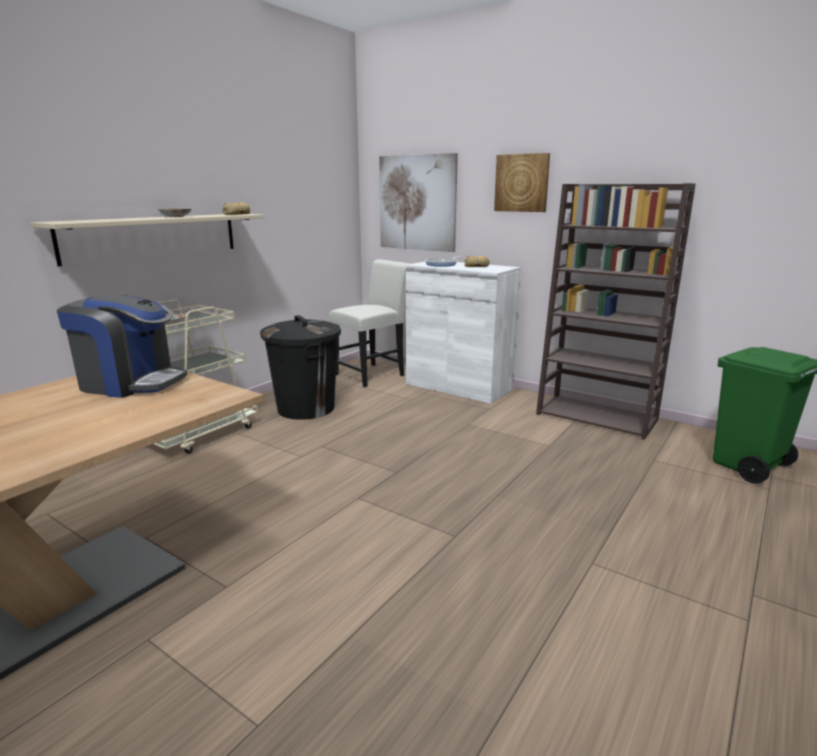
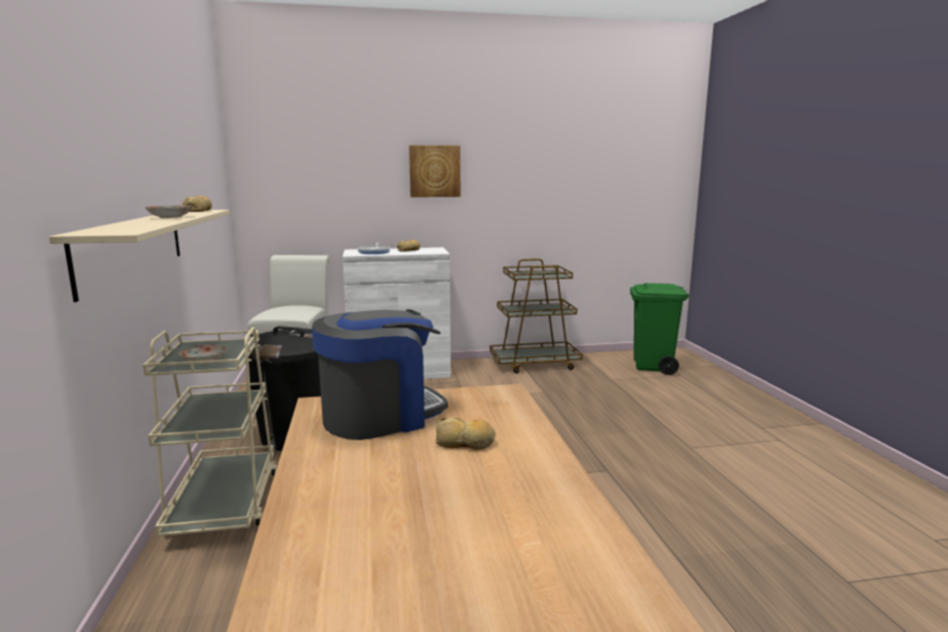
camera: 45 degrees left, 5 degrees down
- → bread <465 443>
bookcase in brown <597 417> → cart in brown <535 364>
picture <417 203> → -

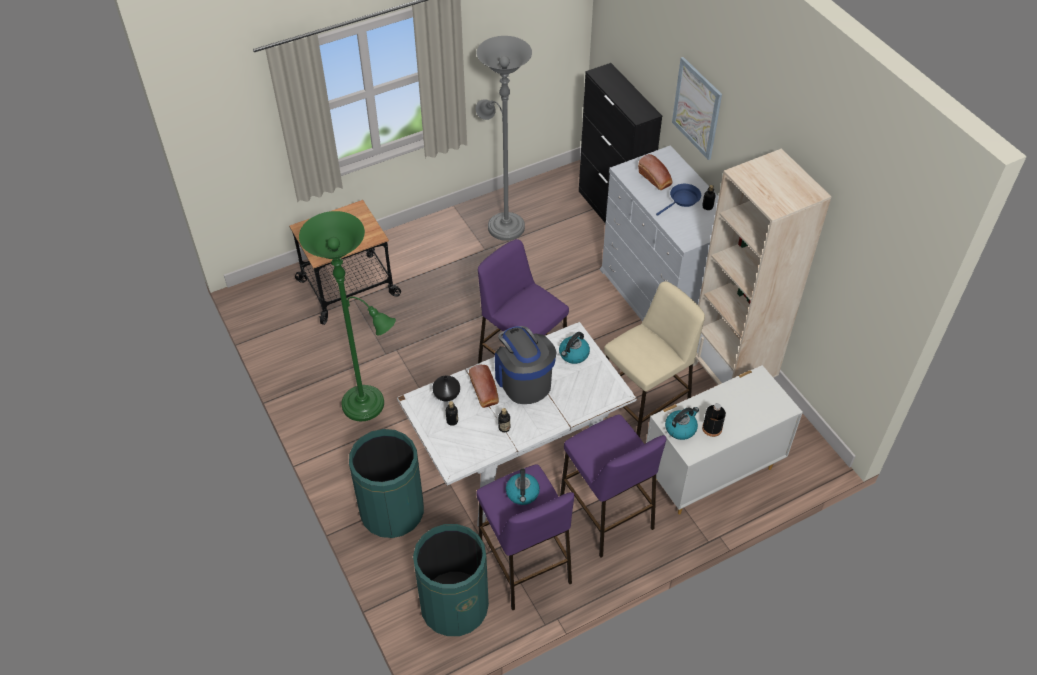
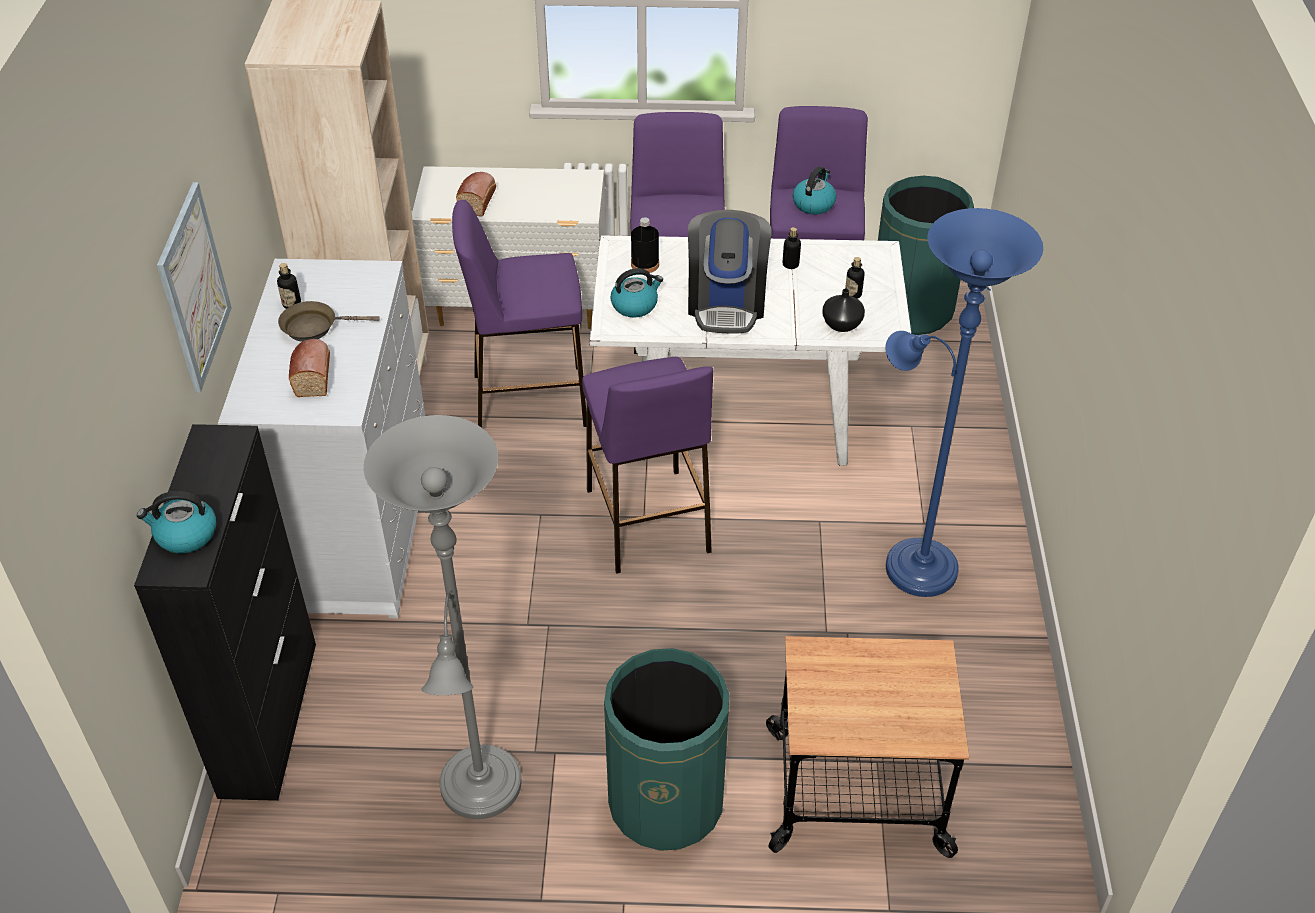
camera: 150 degrees left, 5 degrees down
kettle <681 428> → kettle <185 535>, moved
frying pan in blue <682 200> → frying pan in brown <314 327>
stool in beige <644 408> → stool in purple <528 400>
bread <484 392> → bread <478 200>, moved
trash can in green <392 512> → trash can in green <666 802>, moved
bottle in black <712 428> → bottle in black <645 264>, moved
floor lamp in green <368 406> → floor lamp in blue <914 563>

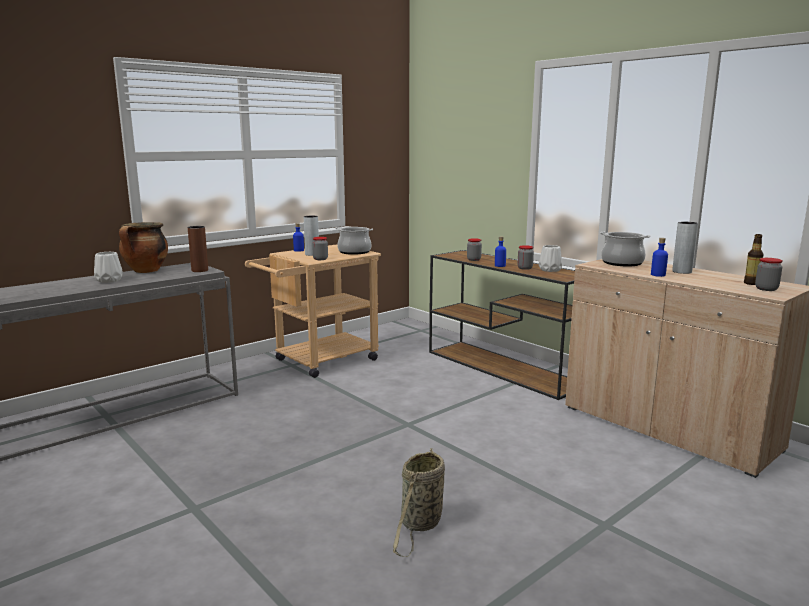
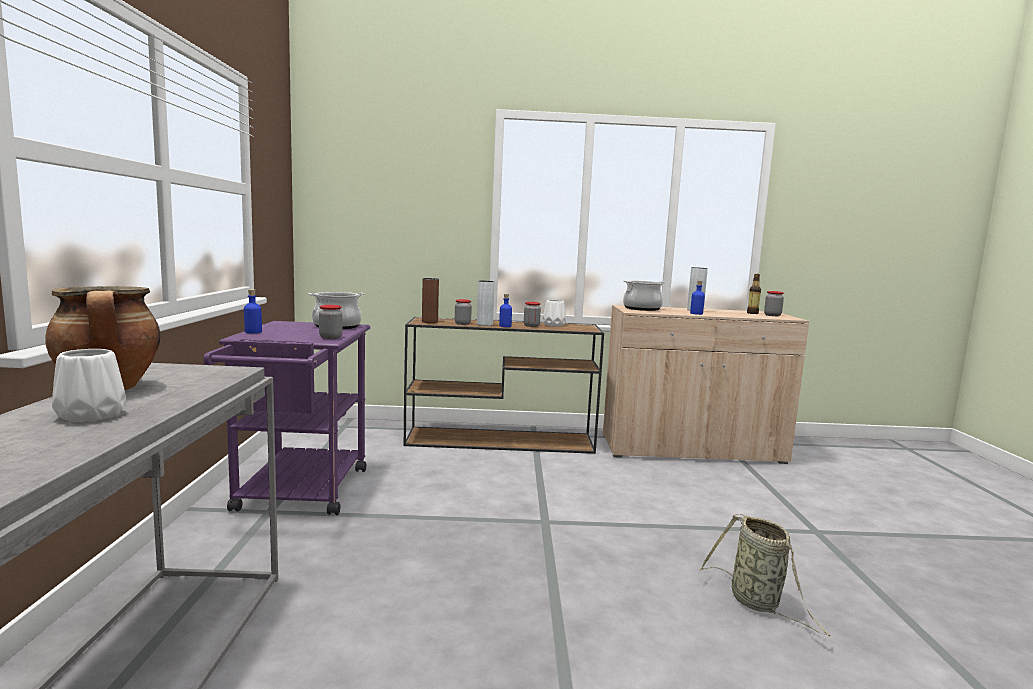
camera: 50 degrees left, 5 degrees down
cart in beige <319 361> → cart in purple <299 495>
vase in brown <200 270> → vase in brown <429 322>, moved
vase in grey <312 254> → vase in grey <484 324>, moved

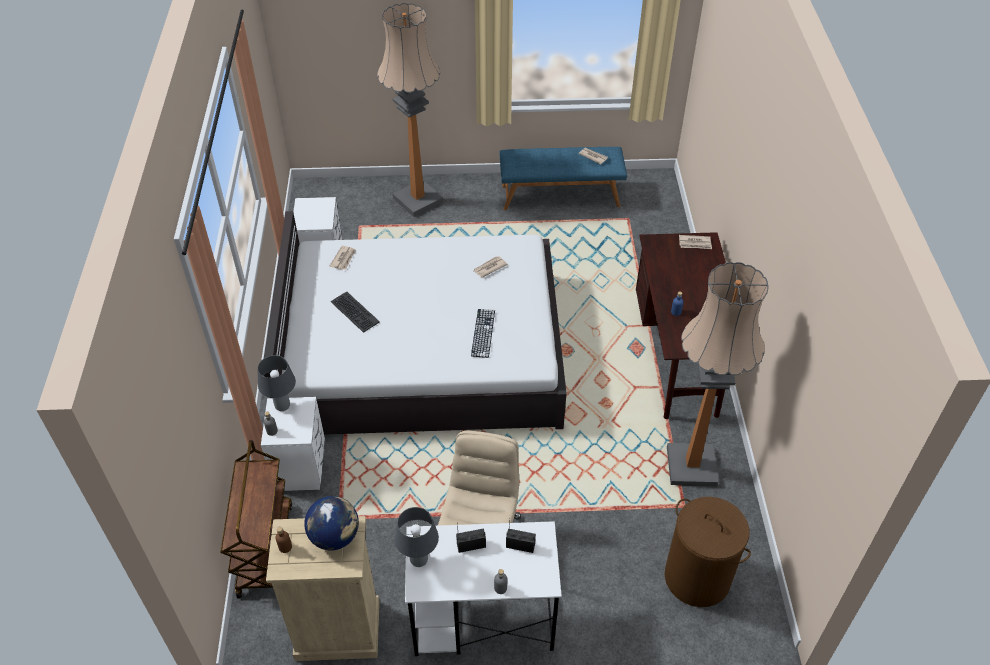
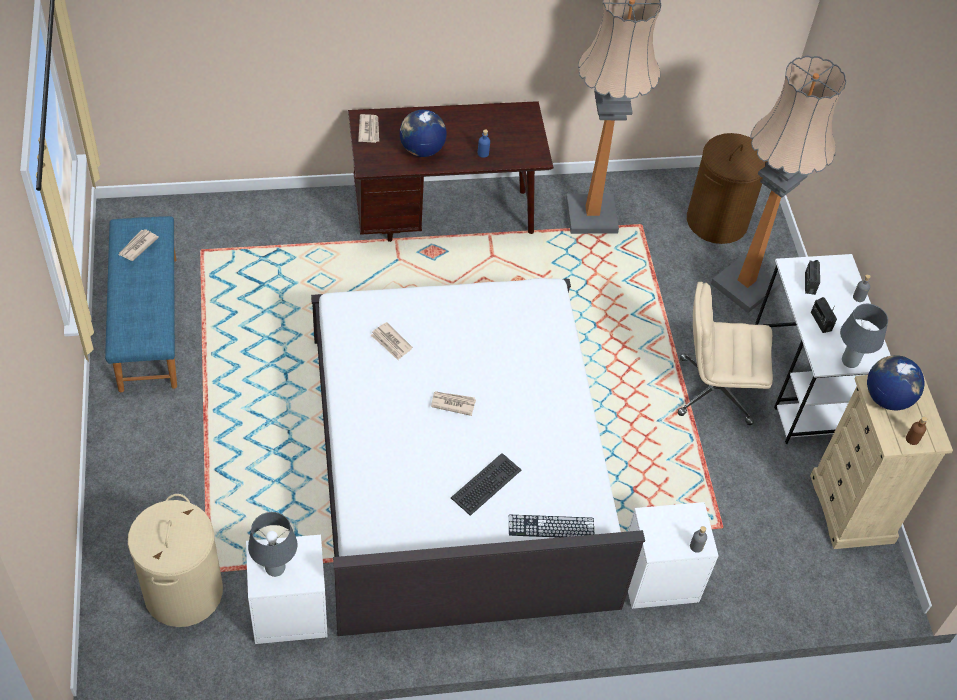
camera: 100 degrees left, 5 degrees up
- → laundry basket in beige <183 592>
table lamp in grey <283 406> → table lamp in grey <275 568>, moved
- → globe <421 150>
newspaper <343 259> → newspaper <453 403>, moved
keyboard <483 333> → keyboard <551 527>, moved
floor lamp <418 200> → floor lamp <744 286>, moved
cart in brown <265 549> → -

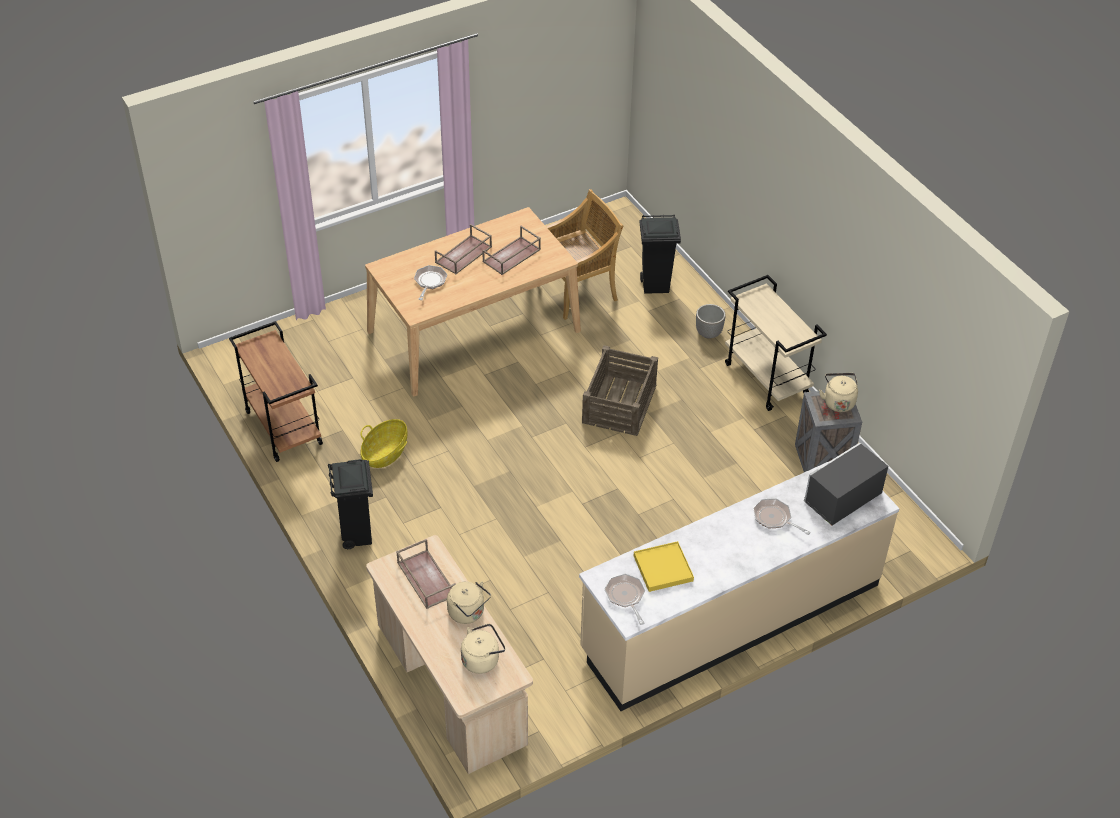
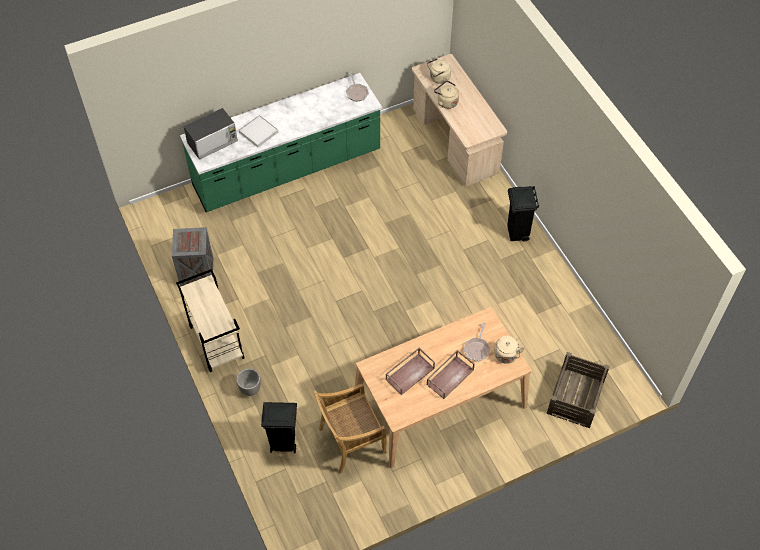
camera: 175 degrees left, 10 degrees up
counter in beige <730 617> → counter in green <287 170>
frying pan <774 518> → tray in white <258 132>
kettle in beige <838 401> → kettle in beige <506 356>, moved
crate <618 404> → crate <576 396>, moved
cart in brown <282 427> → -
basket <385 453> → -
tray in brown <425 579> → -
tray in yellow <663 568> → -

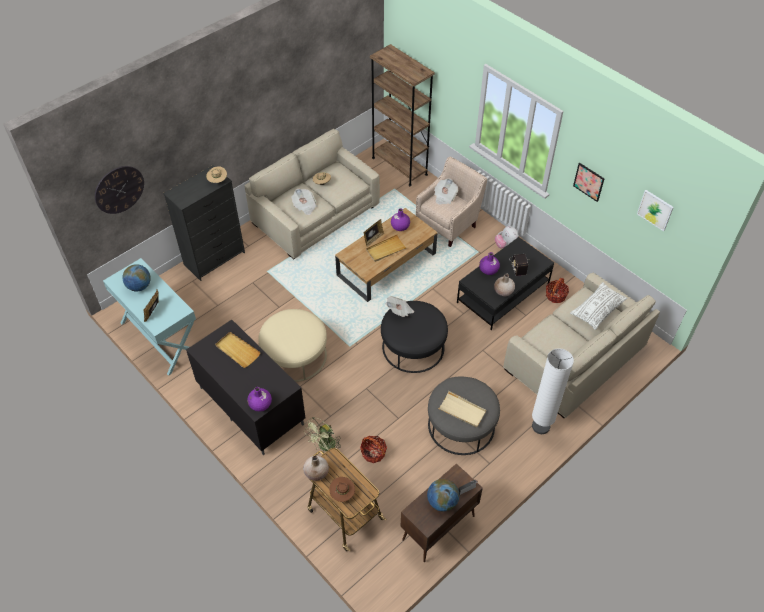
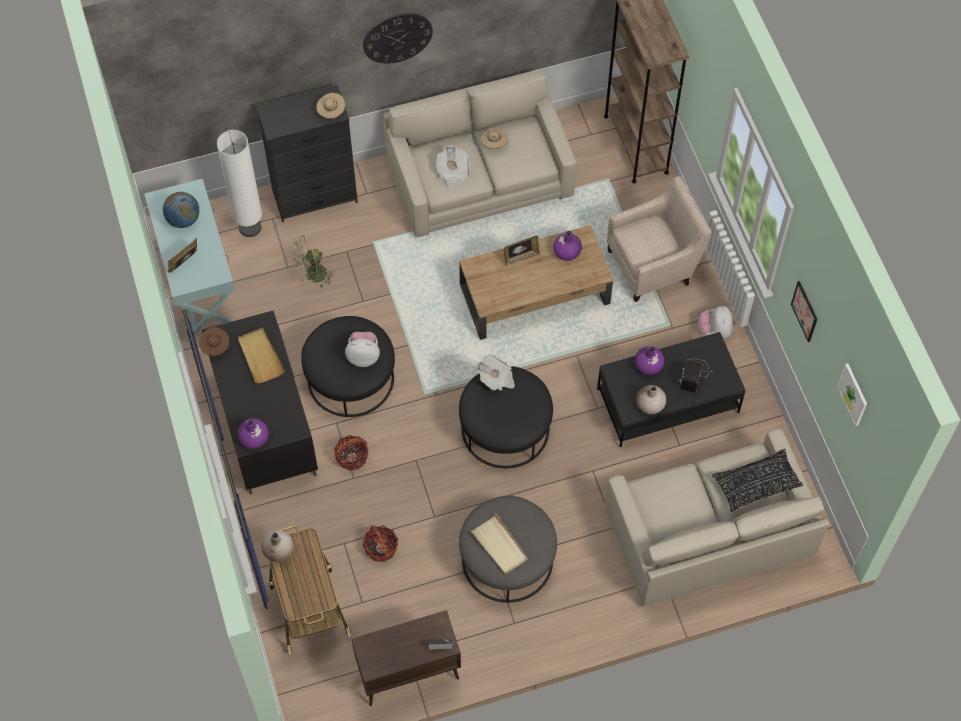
camera: 25 degrees right, 10 degrees up
hat in brown <342 493> → hat in brown <215 347>, moved
floor lamp in white <540 426> → floor lamp in white <250 227>, moved
fan in green <325 447> → fan in green <312 276>, moved
ottoman in beige <295 355> → ottoman in black <350 378>
basket <555 295> → basket <352 457>, moved
- → plush toy <363 356>
wall clock <119 189> → wall clock <397 37>, moved
pillow in white <597 310> → pillow in black <756 484>
tray in beige <386 249> → -
globe <442 502> → -
newspaper <444 197> → -

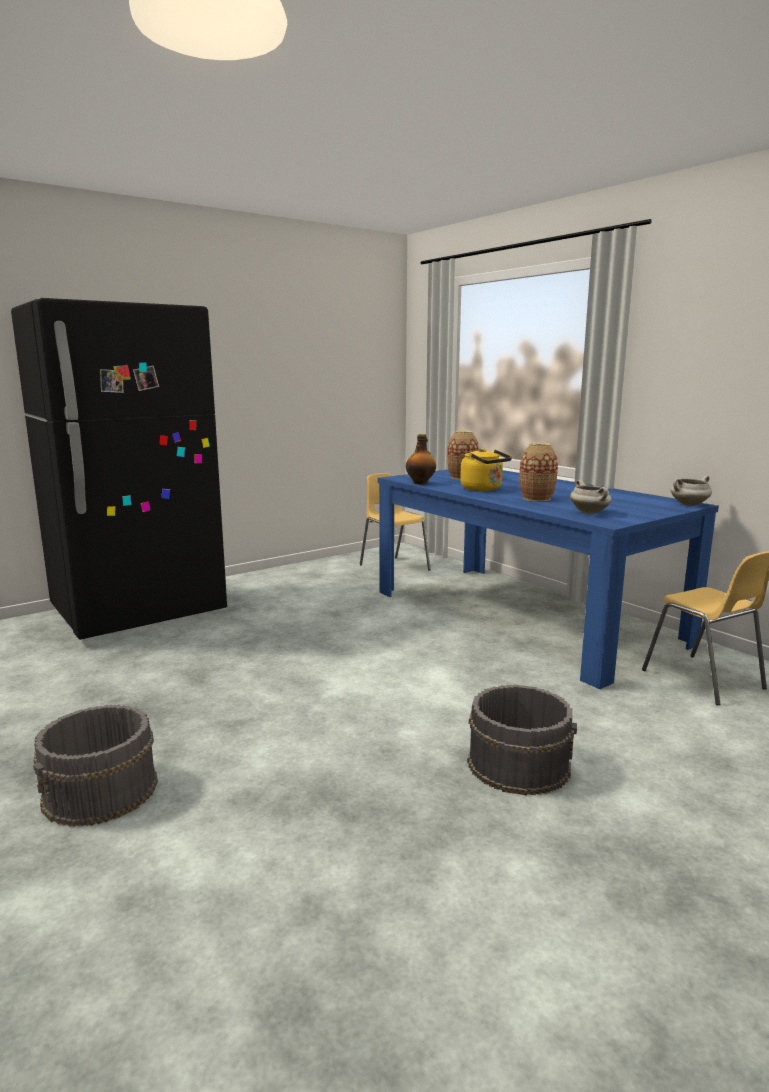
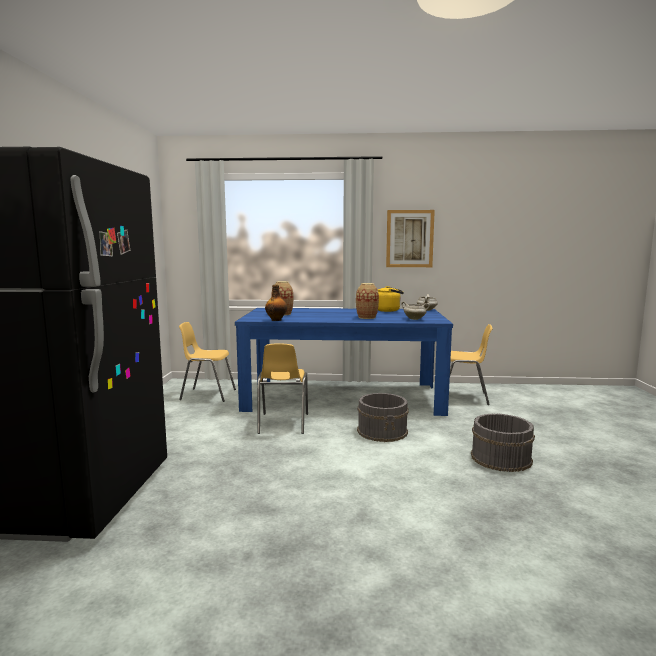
camera: 50 degrees left, 5 degrees down
- → chair in yellow <282 423>
bucket in grey <101 792> → bucket in grey <383 431>, moved
kettle in yellow <483 489> → kettle in yellow <389 310>, moved
- → picture <409 238>

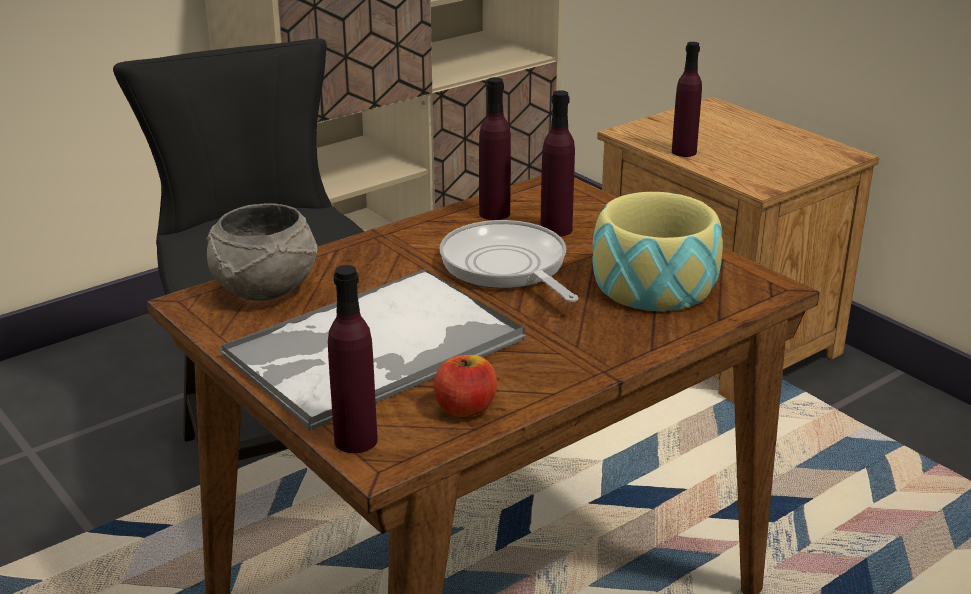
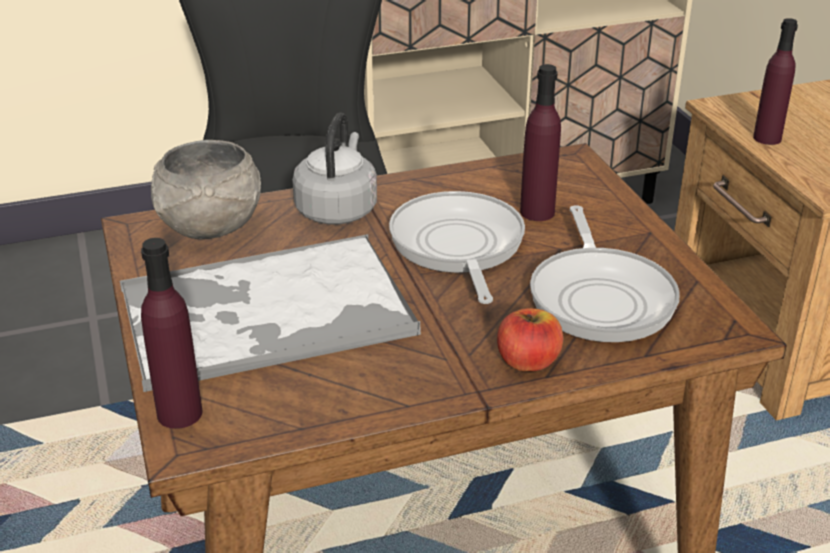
camera: 20 degrees right, 5 degrees up
- → kettle in grey <337 209>
apple <465 408> → apple <528 361>, moved
bowl <654 284> → frying pan <600 297>
bottle in purple <494 213> → -

